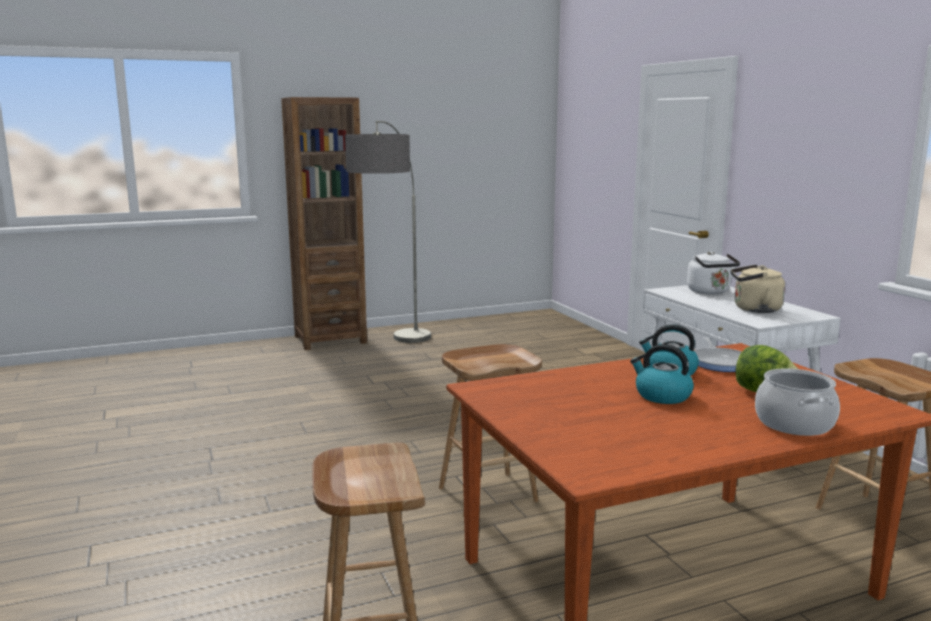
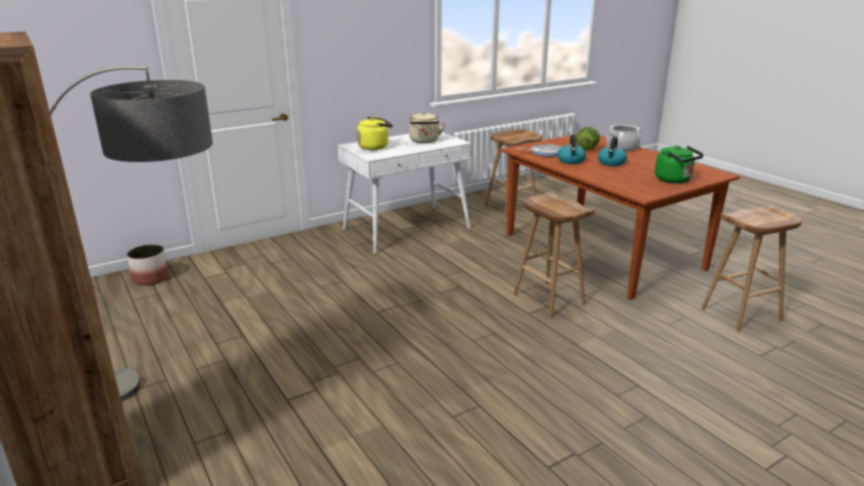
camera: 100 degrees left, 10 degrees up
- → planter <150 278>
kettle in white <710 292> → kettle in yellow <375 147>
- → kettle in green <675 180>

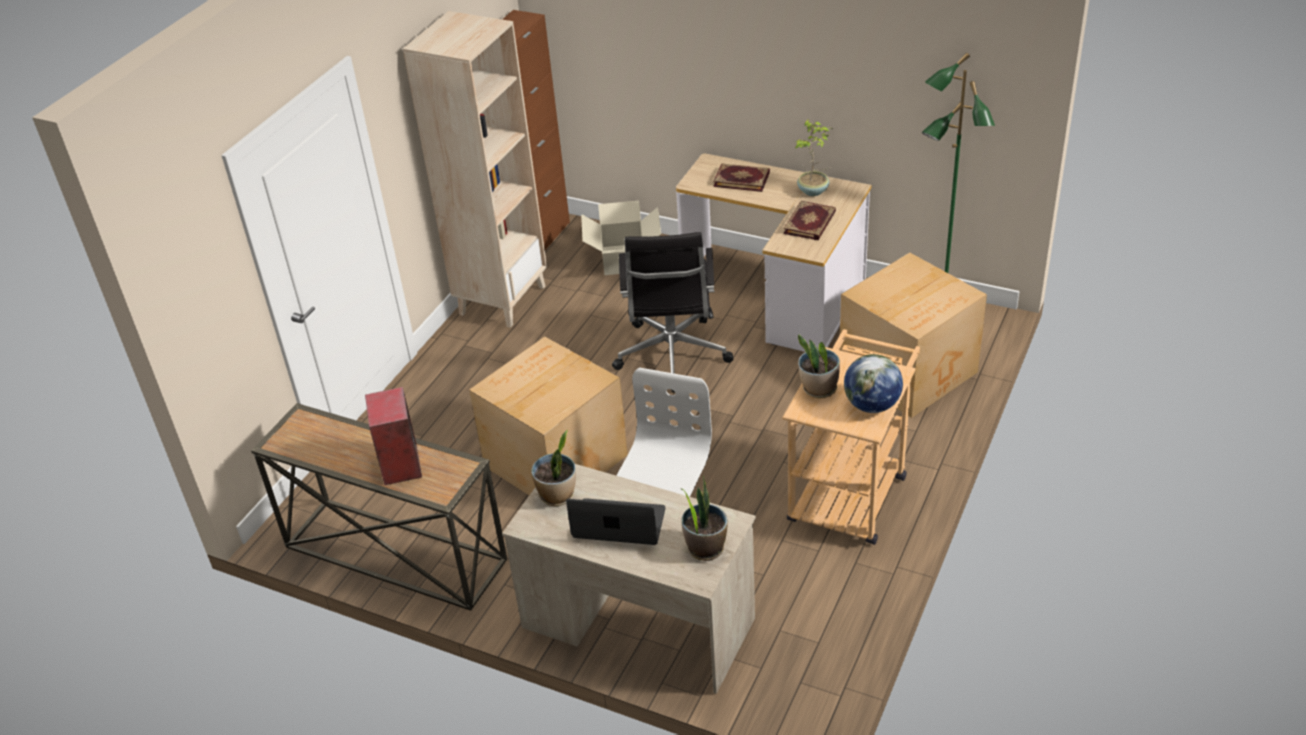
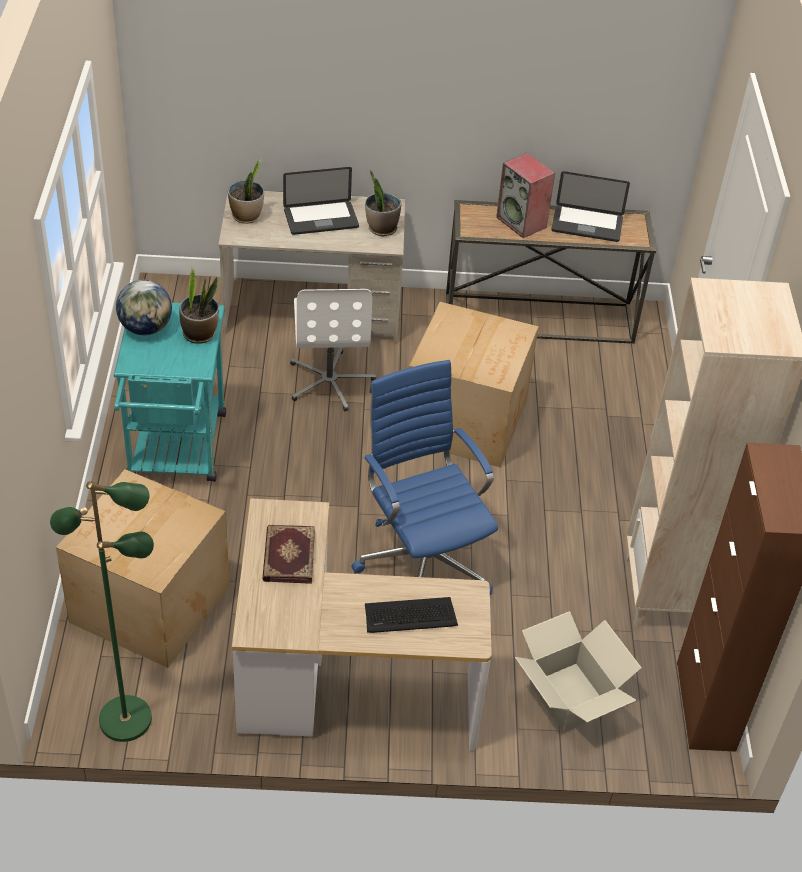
camera: 150 degrees right, 5 degrees up
cart in beige <850 490> → cart in turquoise <176 453>
office chair in black <672 356> → office chair in blue <423 561>
book <741 179> → keyboard <410 616>
- → laptop <587 225>
potted plant <814 191> → -

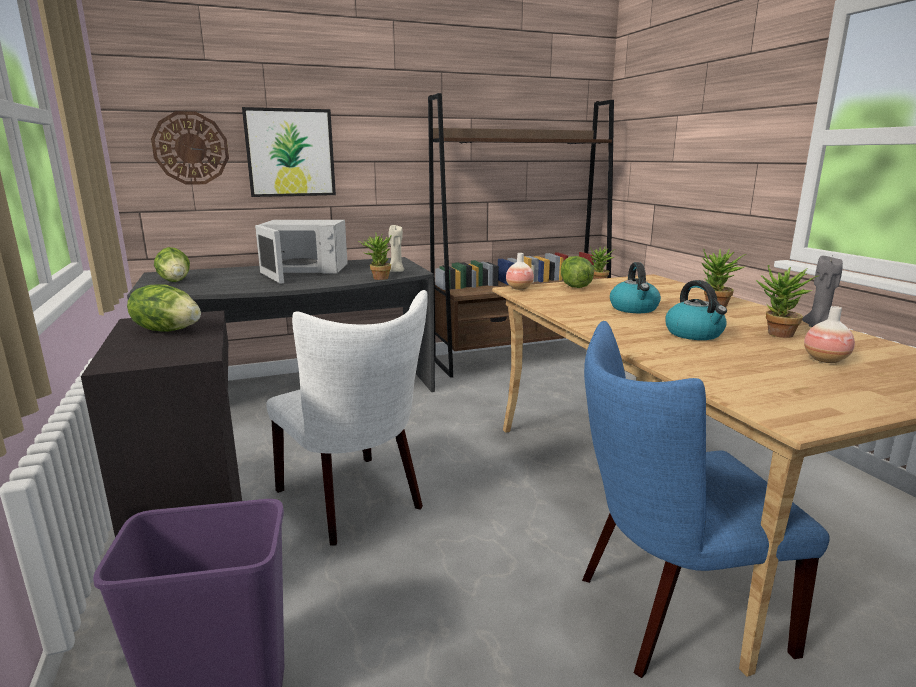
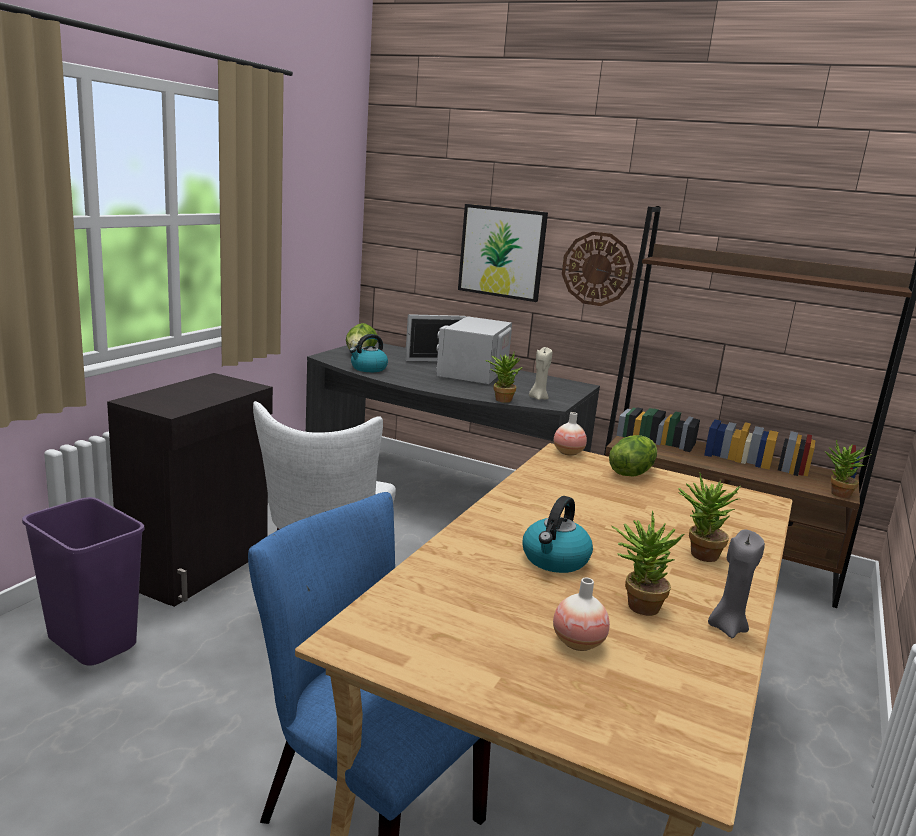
camera: 45 degrees right, 0 degrees up
kettle <634 309> → kettle <368 368>, moved
microwave in white <303 270> → microwave in white <470 371>, 60 degrees clockwise
wall clock <191 148> → wall clock <597 269>, moved
lettuce <168 330> → -

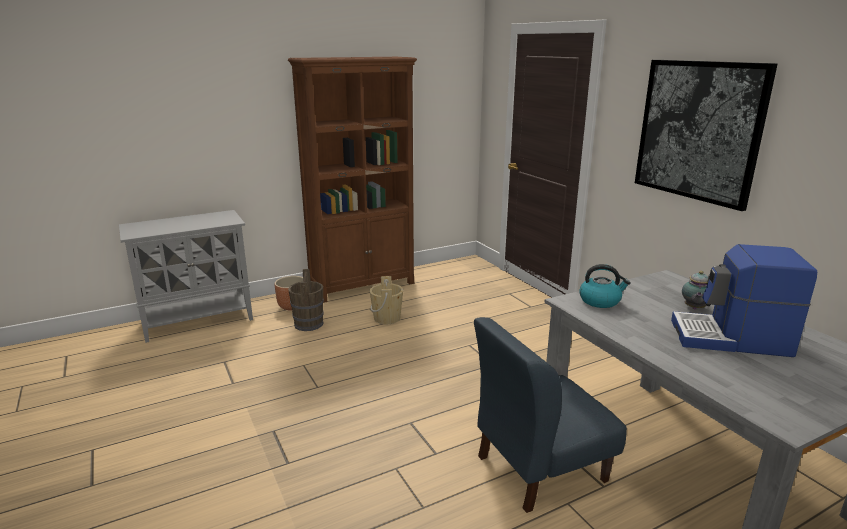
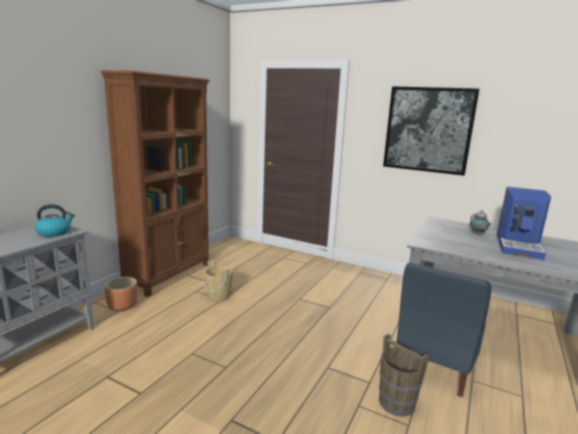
camera: 35 degrees left, 5 degrees down
kettle <600 301> → kettle <54 232>, moved
bucket in brown <308 324> → bucket in brown <396 402>, moved
coffee machine <731 339> → coffee machine <519 246>, 45 degrees counterclockwise

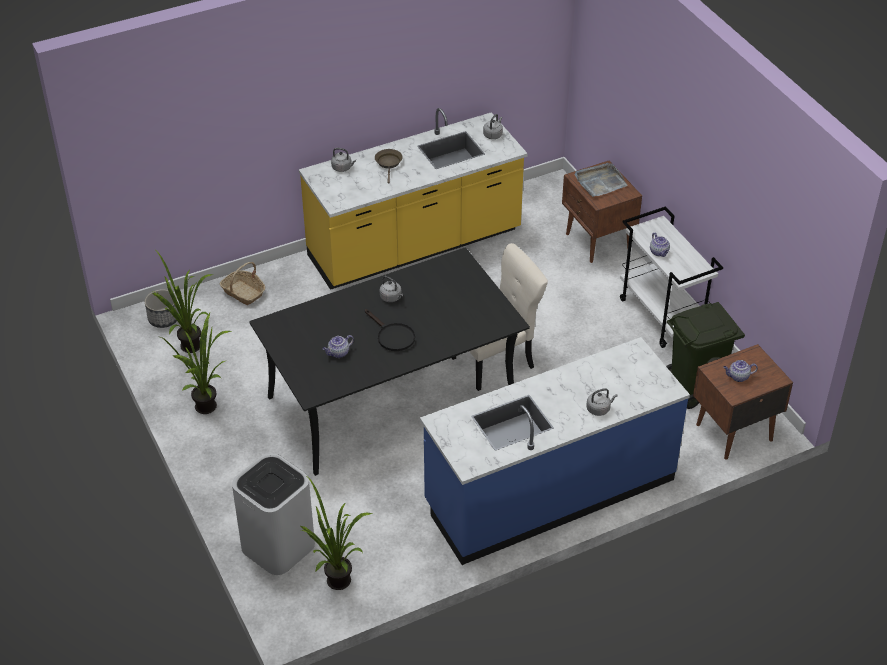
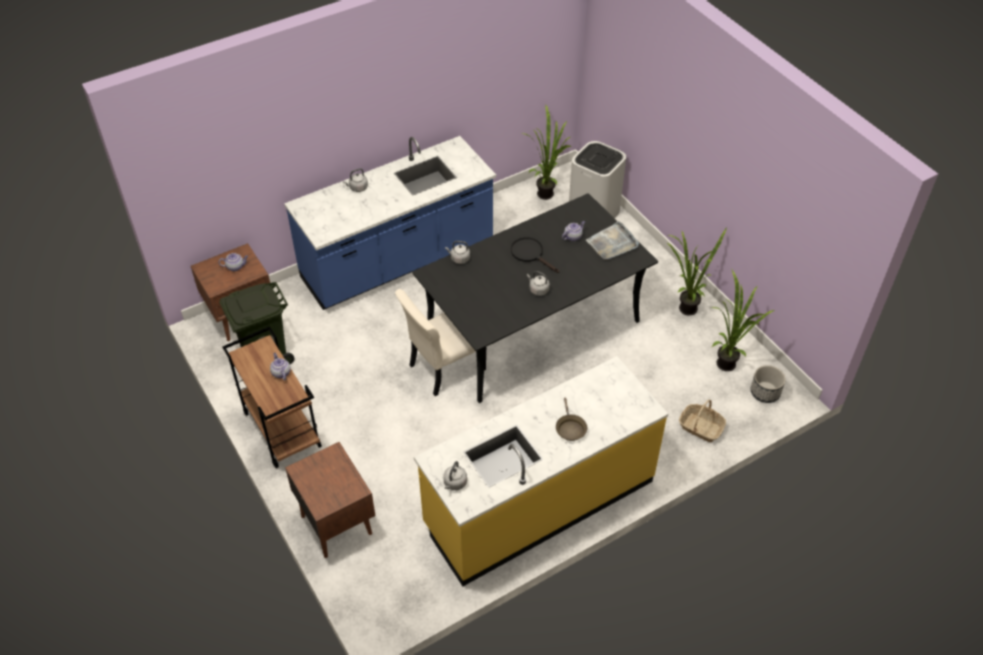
camera: 175 degrees right, 5 degrees up
cart in white <663 316> → cart in brown <281 429>
kettle in grey <343 168> → kettle in grey <459 259>, moved
tray in grey <600 182> → tray in grey <612 243>, moved

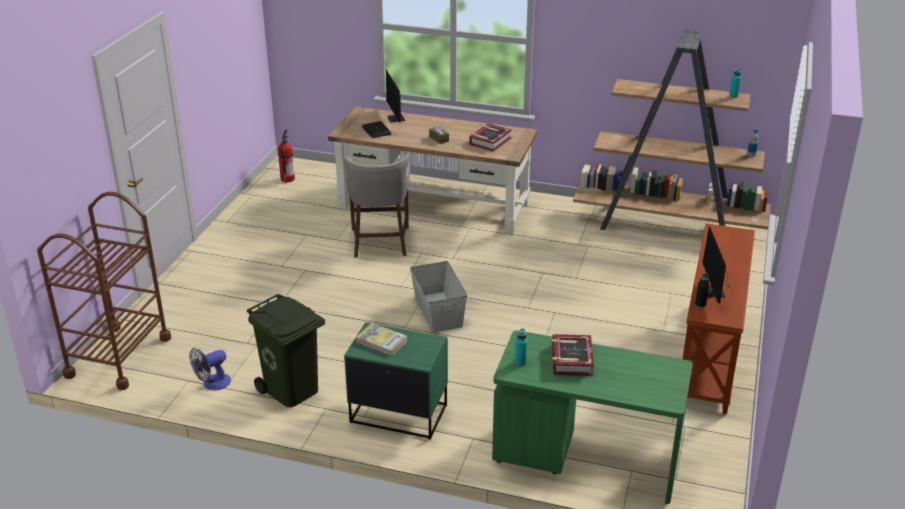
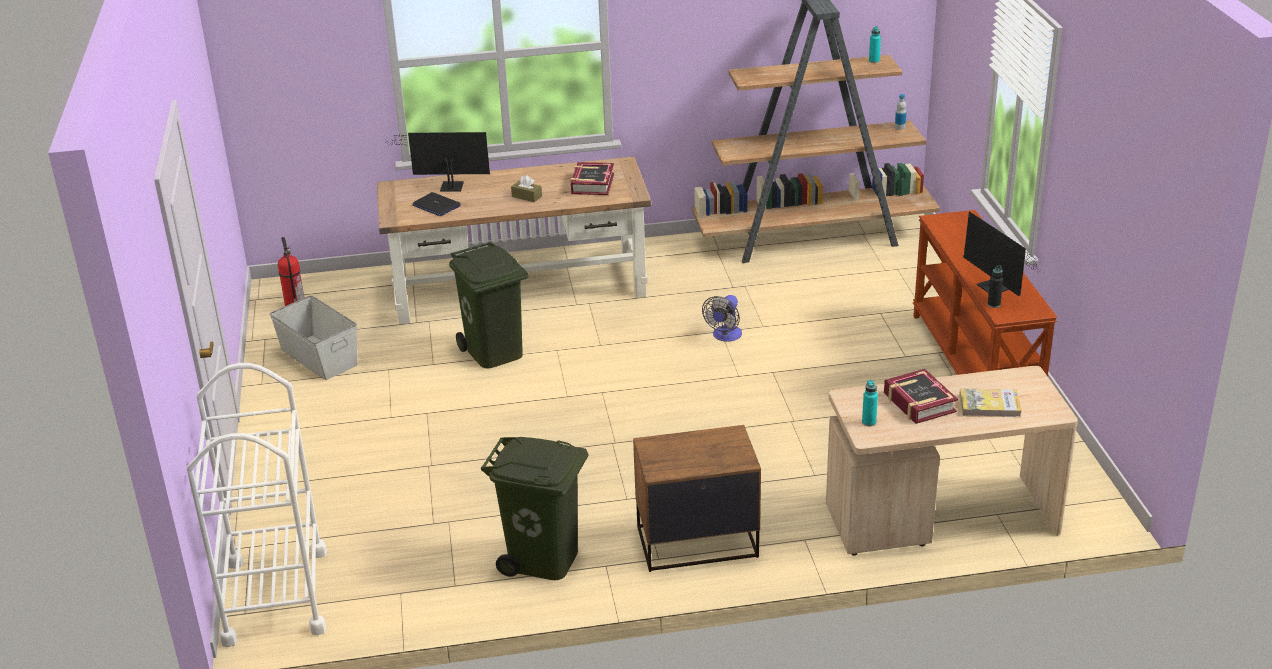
camera: 25 degrees left, 0 degrees up
cart in brown <118 357> → cart in white <275 596>
storage box in grey <438 311> → storage box in grey <318 357>, moved
monitor <396 119> → monitor <448 186>, 135 degrees clockwise
stool in grey <380 243> → trash can in green <493 352>
nightstand in green <398 413> → nightstand in brown <696 541>
fan <212 384> → fan <725 336>, moved
desk in green <586 458> → desk in beige <940 518>
book <382 341> → book <989 405>, moved

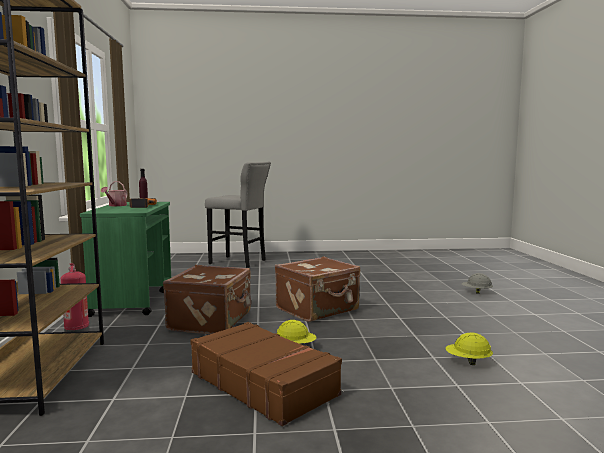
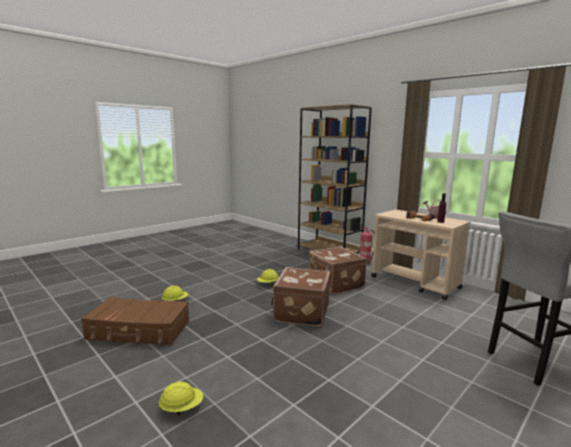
camera: 140 degrees right, 5 degrees up
suitcase in brown <263 383> → suitcase in brown <139 331>, moved
hard hat in grey <476 292> → hard hat in yellow <182 408>
cart in green <134 298> → cart in beige <415 283>

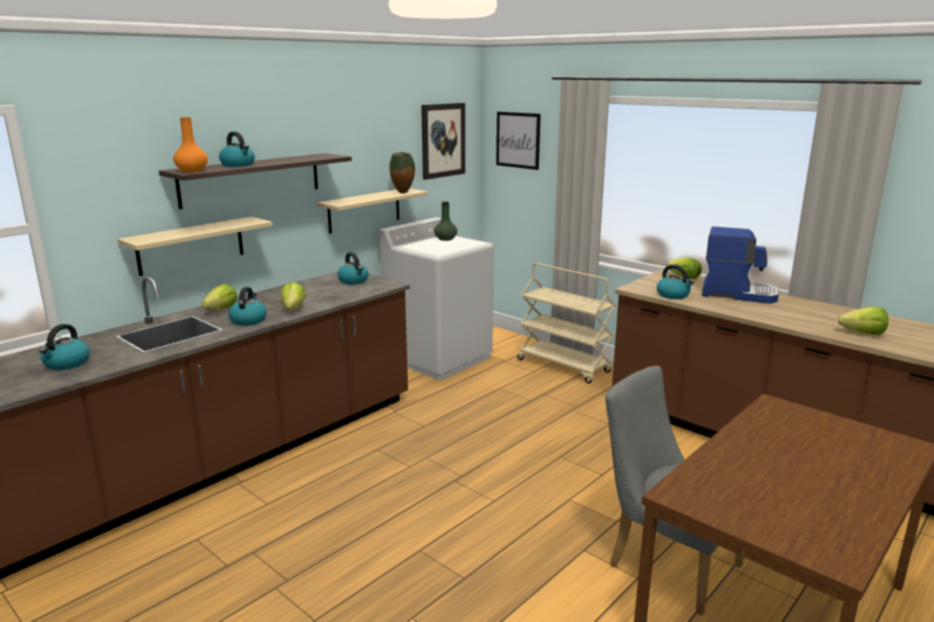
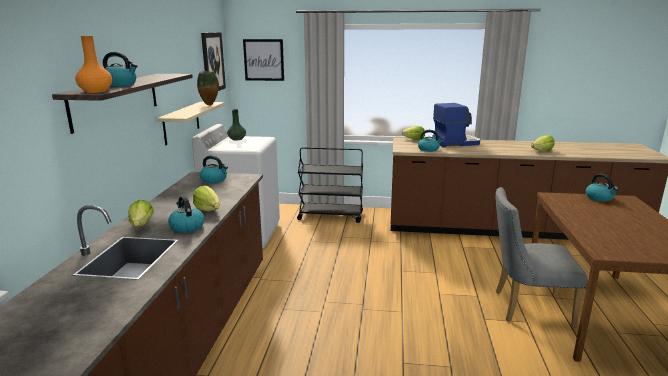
camera: 35 degrees left, 0 degrees up
cart in beige <564 366> → cart in black <331 216>
kettle <66 363> → kettle <599 198>, moved
shelf in beige <191 245> → -

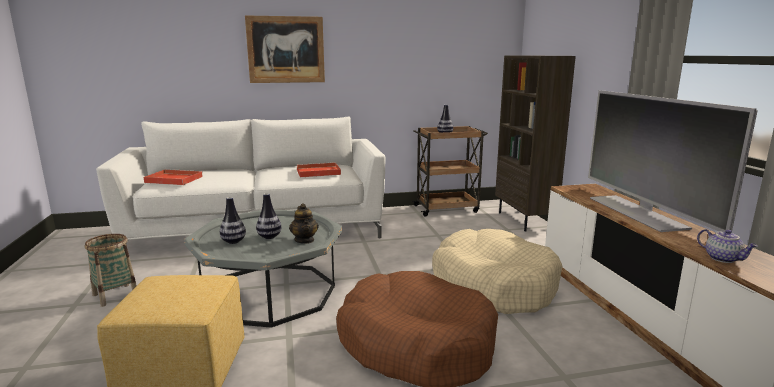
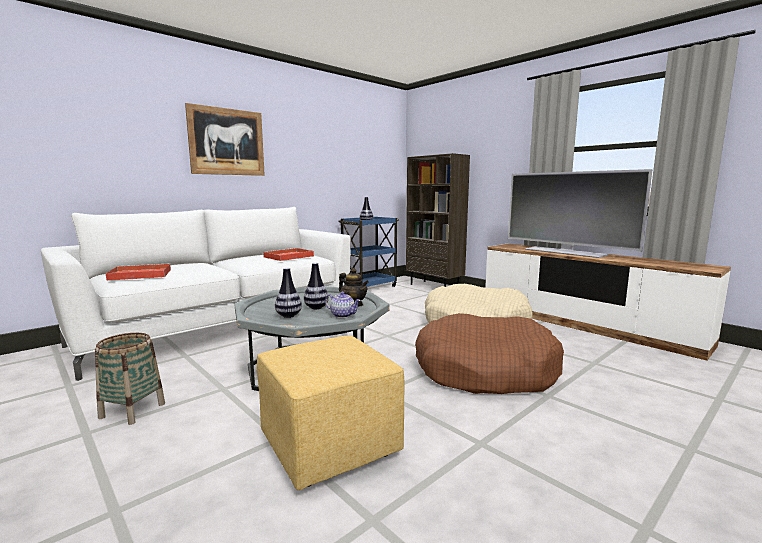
camera: 30 degrees left, 5 degrees down
teapot <723 258> → teapot <343 315>, moved
cart in brown <447 209> → cart in blue <369 287>

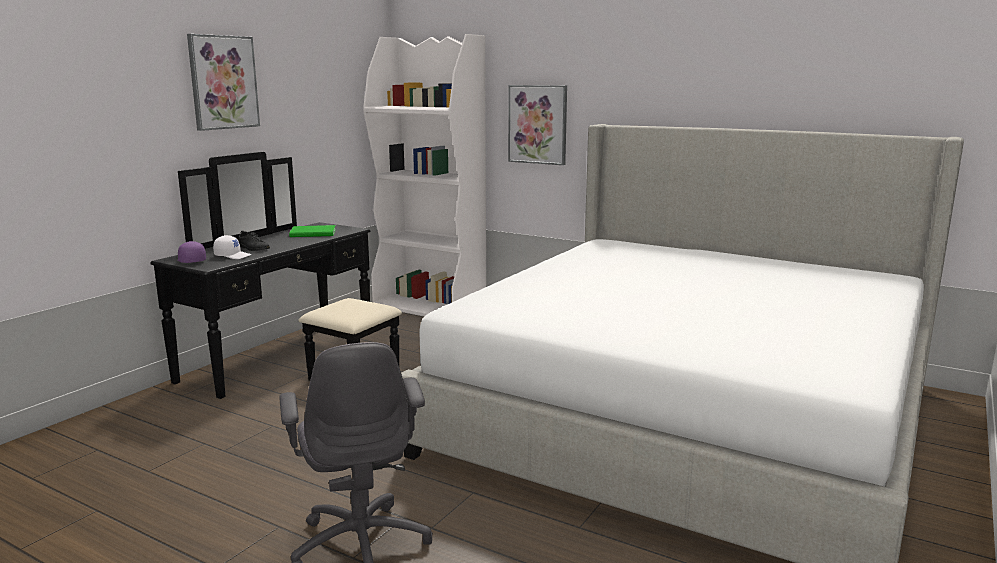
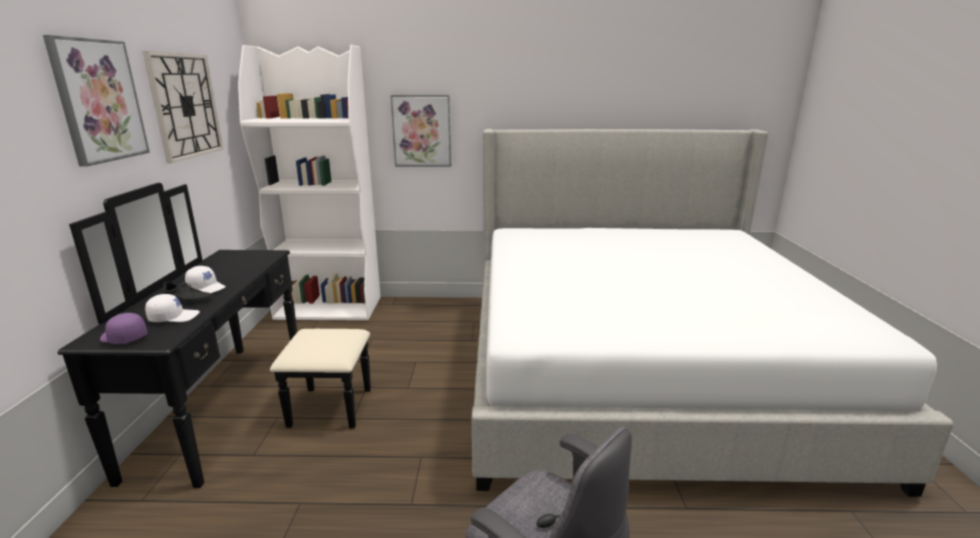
camera: 30 degrees left, 5 degrees up
- → wall clock <185 106>
- → cap in white <207 288>
book in green <314 233> → -

